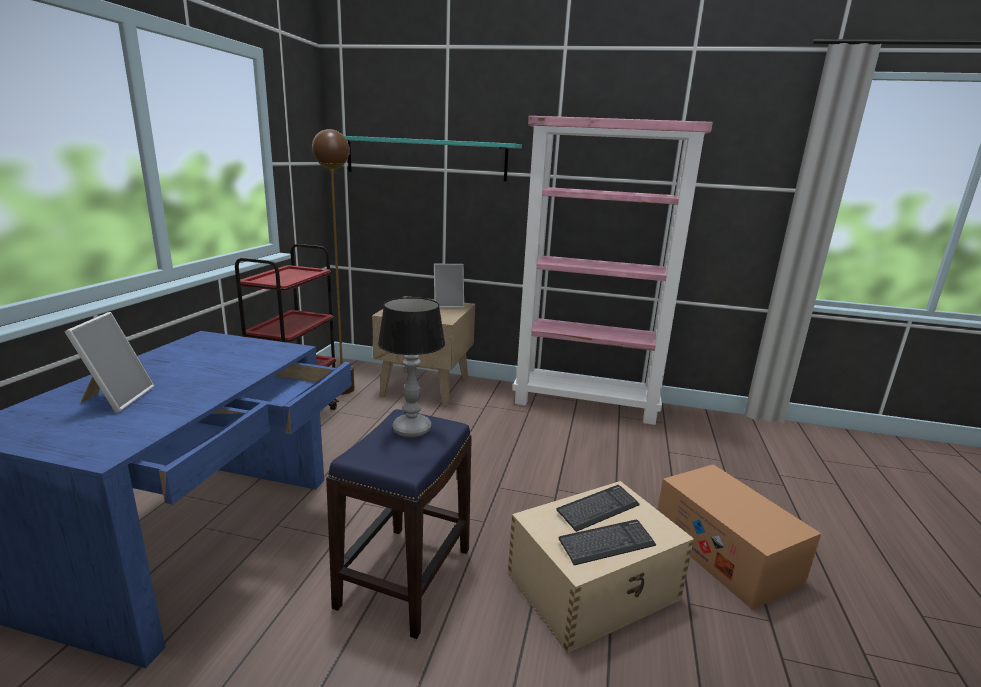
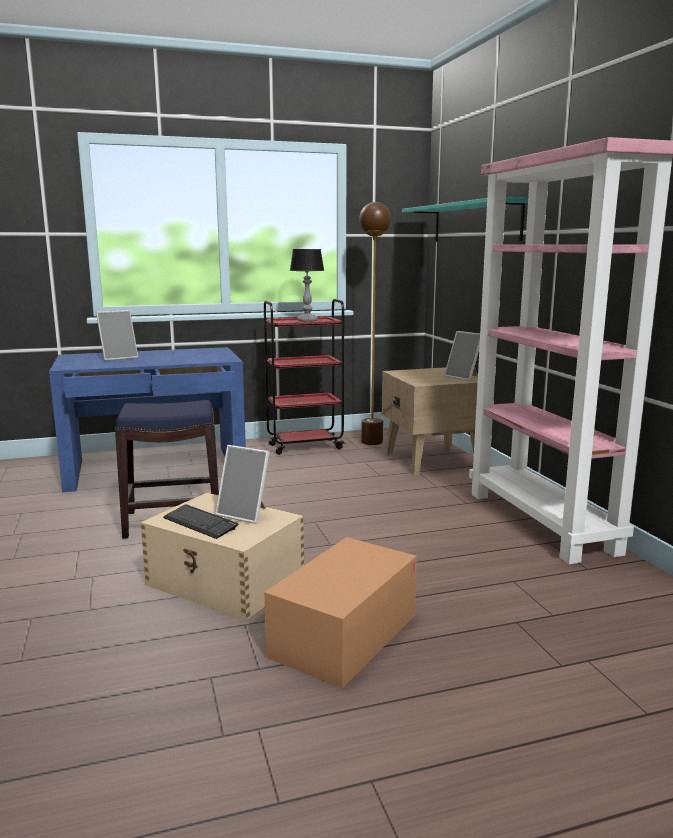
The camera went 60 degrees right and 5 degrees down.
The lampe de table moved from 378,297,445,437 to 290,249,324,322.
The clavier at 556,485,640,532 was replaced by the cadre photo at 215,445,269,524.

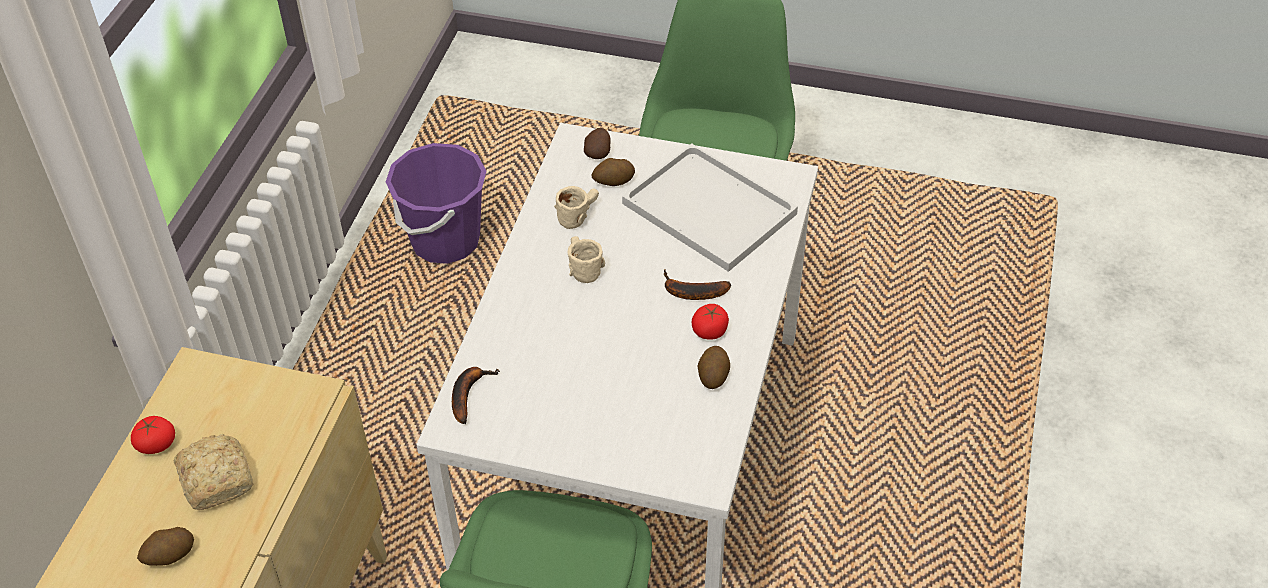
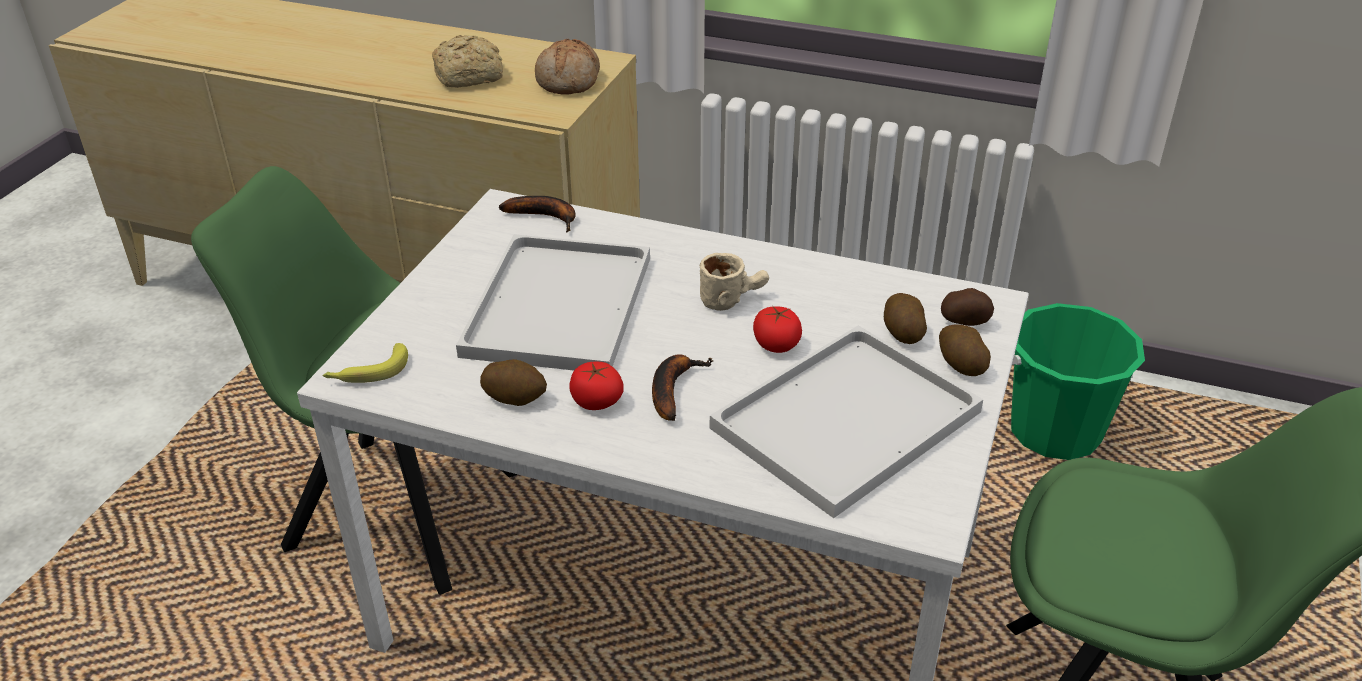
The camera went 95 degrees right and 10 degrees down.
The mug/beige at 554,186,599,229 disappeared.
The banane at 322,343,408,383 appeared.
The plateau/blanc at 456,234,650,370 appeared.
The pain at 535,39,600,95 appeared.
The tomate moved from 131,416,175,454 to 753,306,802,353.
The pomme de terre moved from 137,527,194,566 to 939,325,991,376.
The seau/violet at 386,143,486,264 became the seau/vert at 1011,303,1145,460.

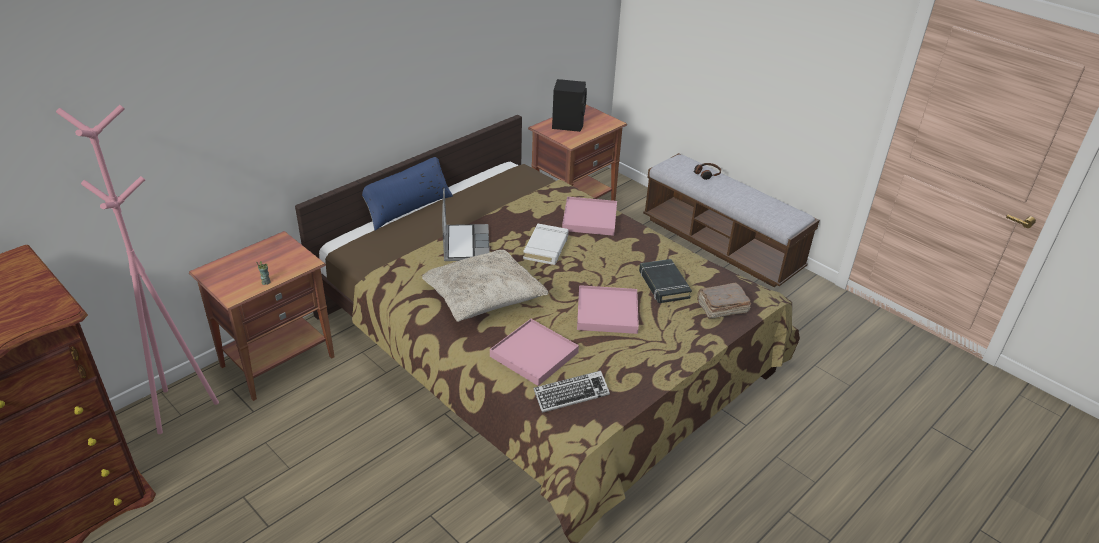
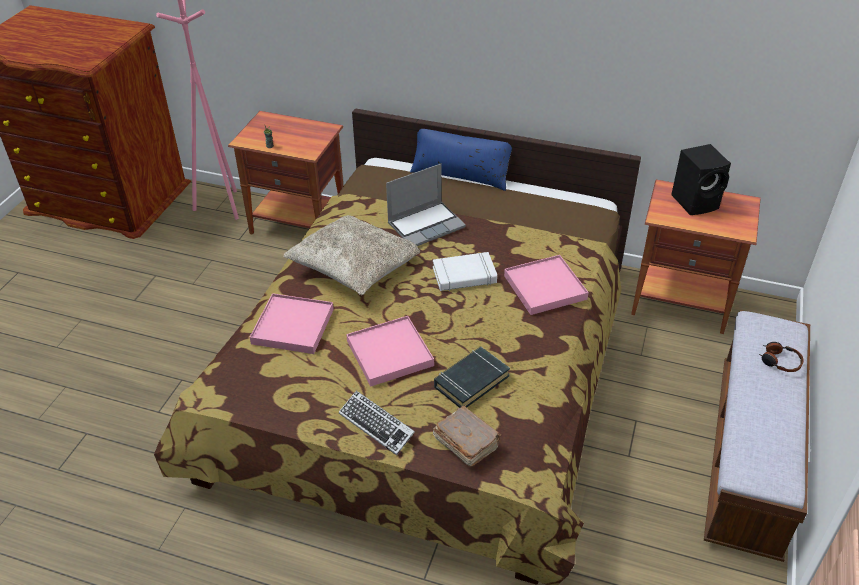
The camera went 65 degrees right and 5 degrees up.
The clavier moved from 533,371,610,413 to 339,391,415,455.

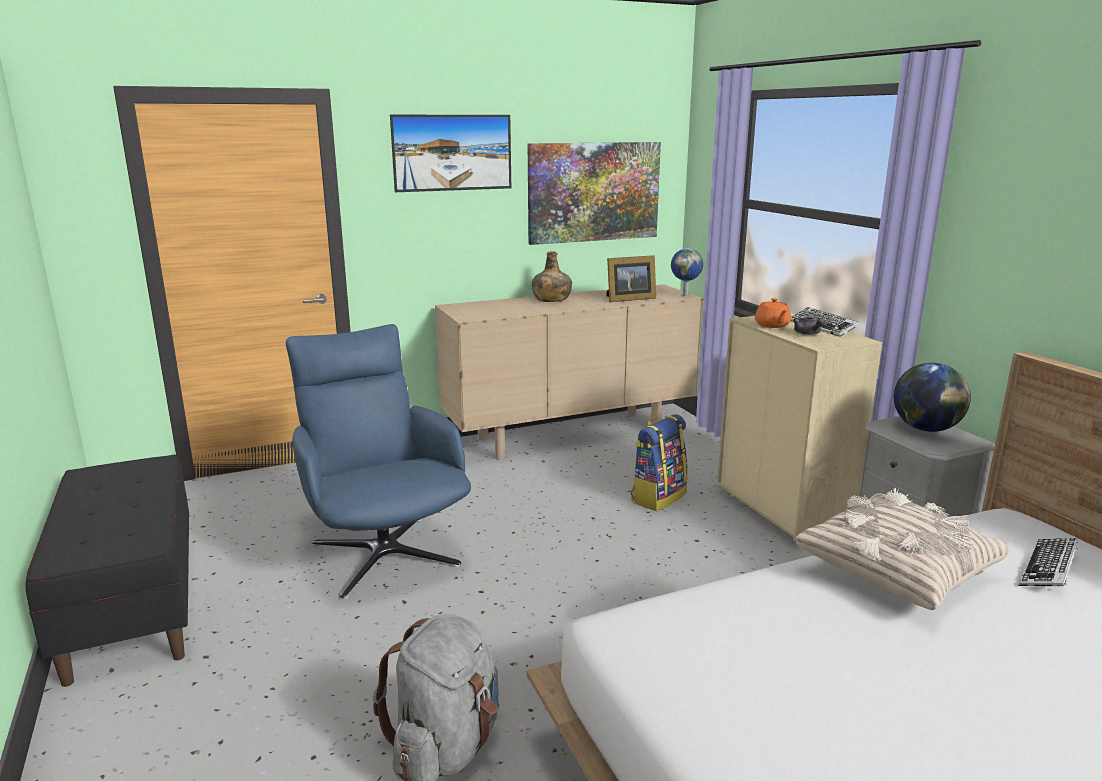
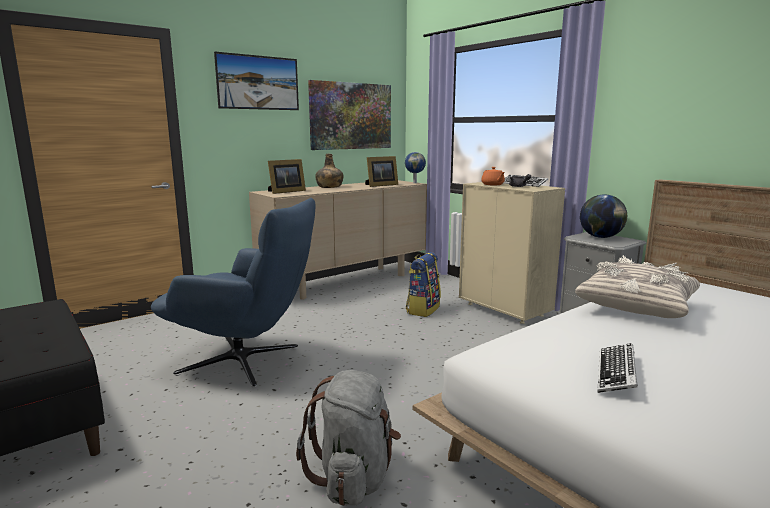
The camera went 15 degrees left and 5 degrees down.
The cadre photo at 268,159,306,194 appeared.
The clavier moved from 1018,538,1078,586 to 597,343,638,393.
The fauteuil/bleu at 286,324,471,599 turned 150 degrees clockwise.

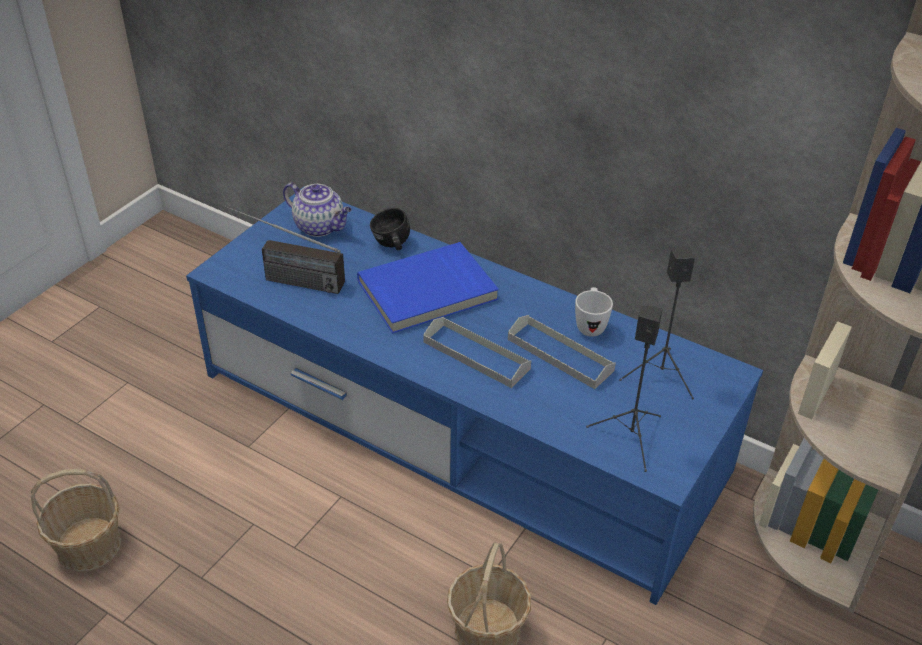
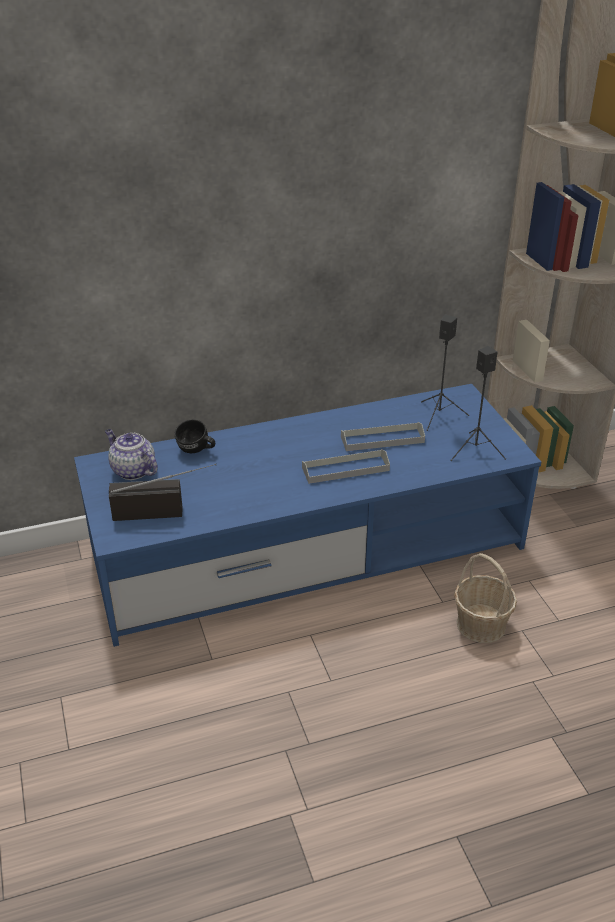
The camera went 50 degrees left and 5 degrees down.
The panier at 31,469,121,572 disappeared.
The livre/bleu at 357,242,499,333 disappeared.
The mug/blanc at 575,287,613,337 disappeared.
The radio at 225,206,345,294 turned 150 degrees counterclockwise.
The théière at 283,183,352,237 turned 120 degrees counterclockwise.

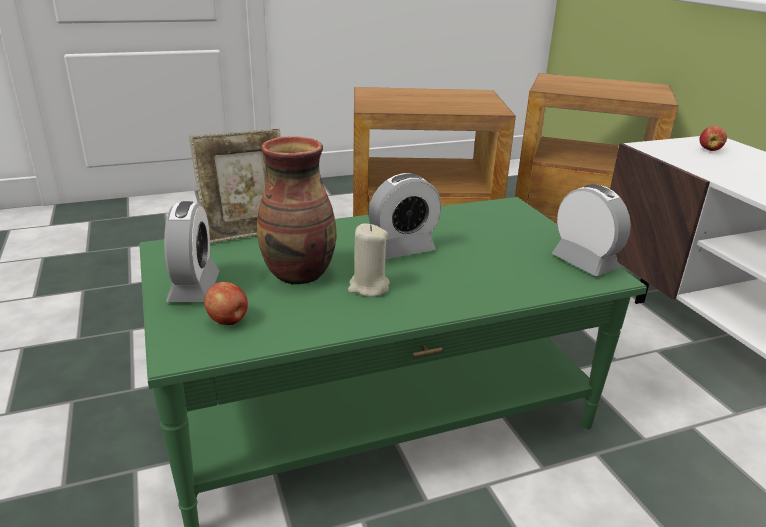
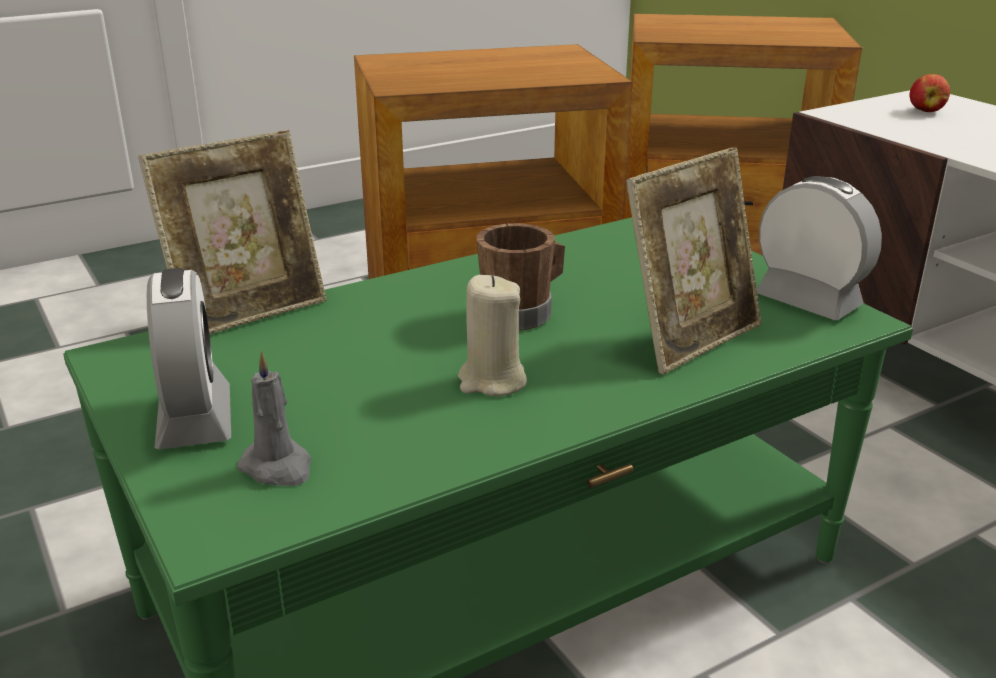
The camera went 10 degrees left and 0 degrees up.
The vase at 257,137,337,285 disappeared.
The cadre photo at 626,147,762,374 appeared.
The pomme at 204,282,248,325 was replaced by the bougie/gris at 237,350,311,486.
The réveil at 368,173,441,259 was replaced by the mug/marron at 477,223,565,330.

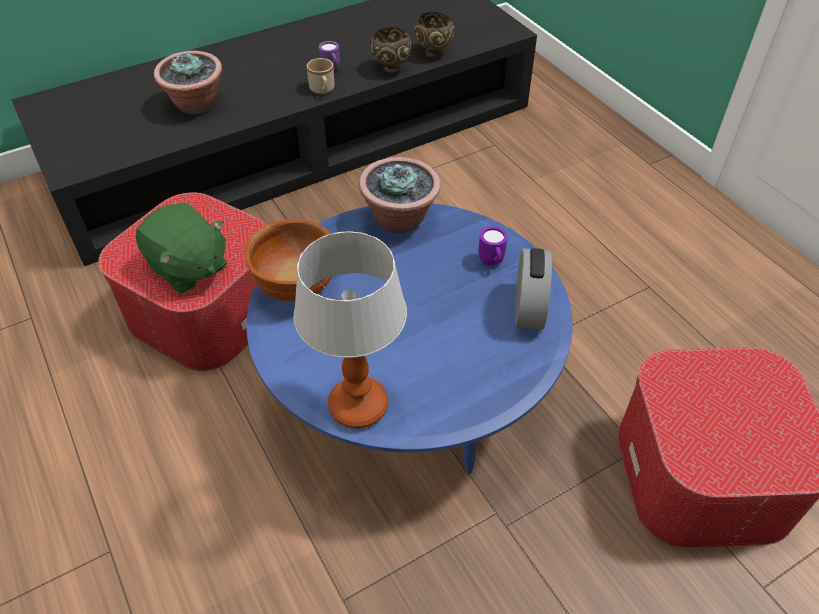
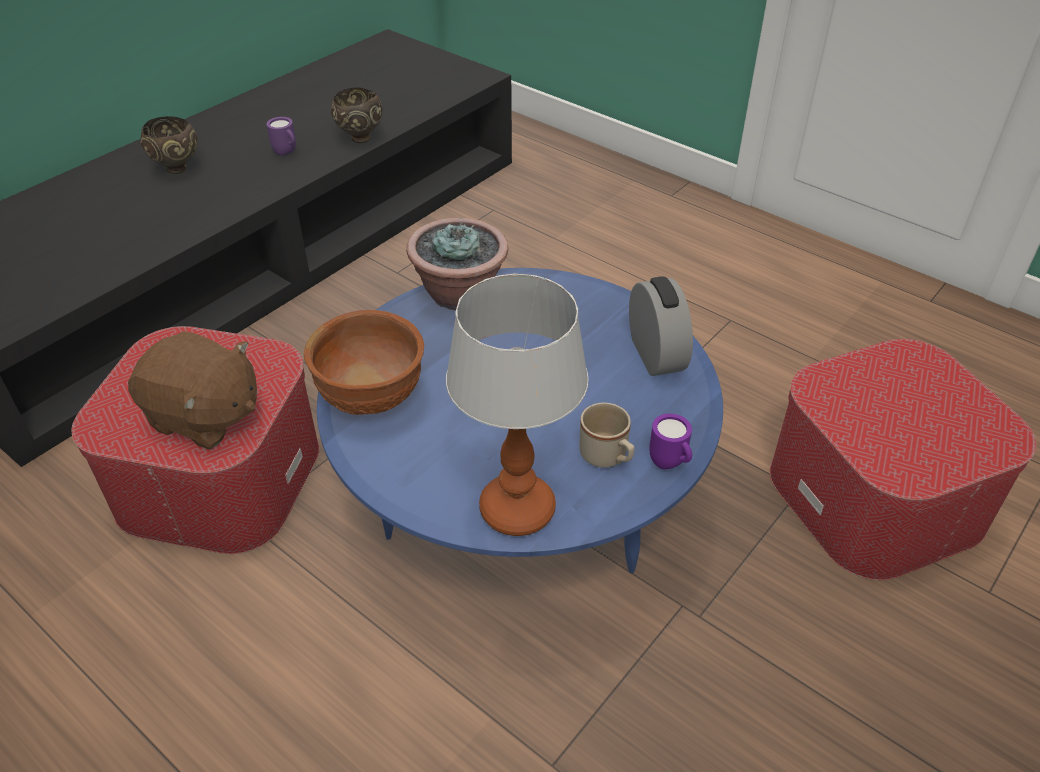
The camera went 20 degrees left and 5 degrees down.
The plante en pot at 154,51,222,114 disappeared.
The mug/beige moved from 307,58,334,94 to 579,403,635,468.
The bol/marron moved from 414,12,455,57 to 140,116,197,174.
The mug/violet moved from 479,226,508,265 to 649,414,692,469.
The peluche/vert at 136,202,227,294 became the peluche/marron at 128,331,257,450.

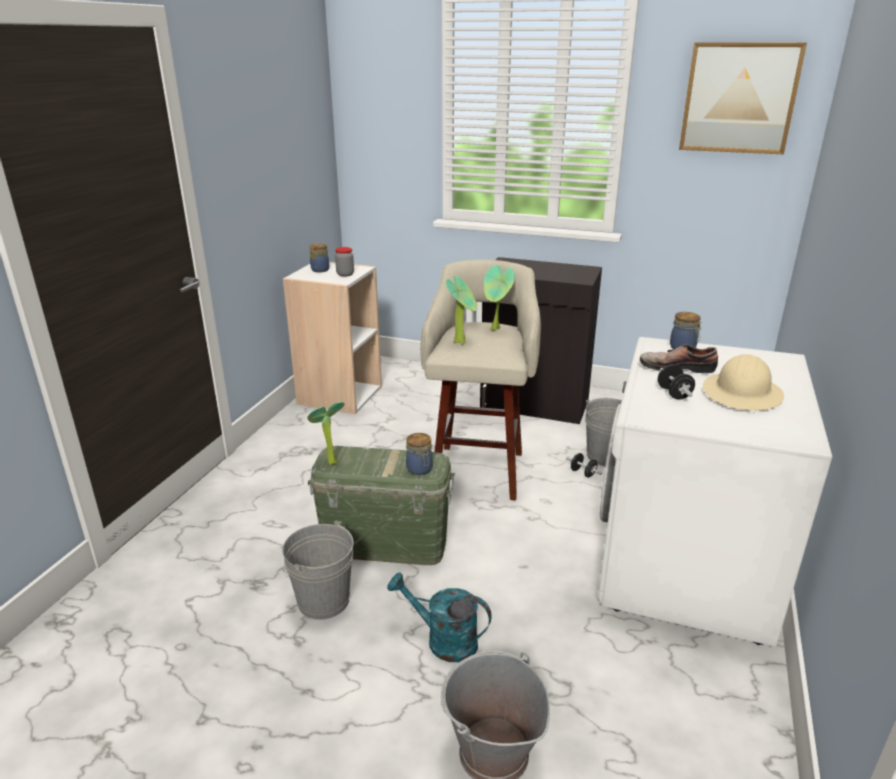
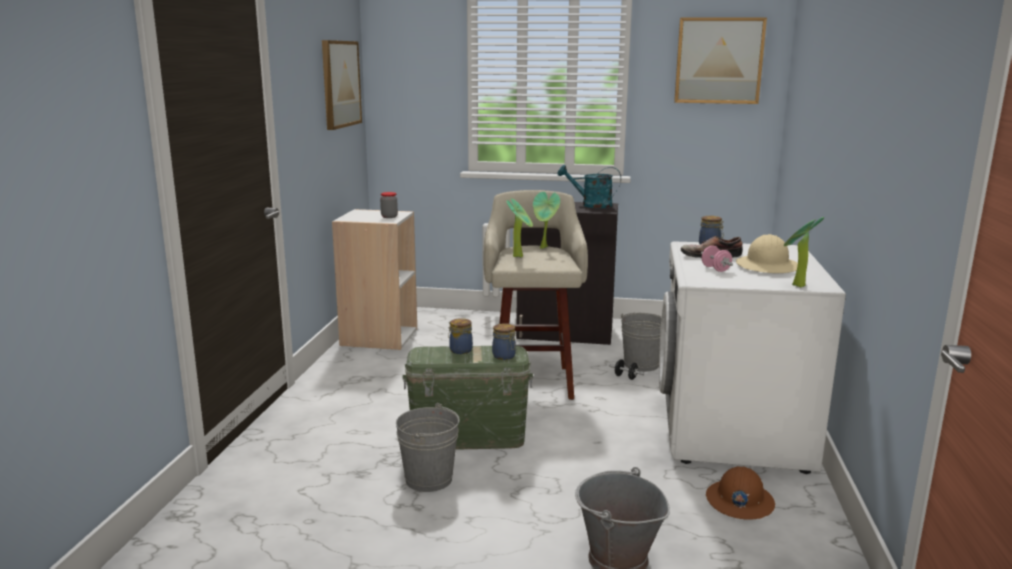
The camera went 10 degrees left and 10 degrees down.
The tableau at 322,40,362,130 appeared.
The casque de chantier/marron at 706,466,775,520 appeared.
The plante en pot moved from 307,402,344,465 to 784,217,824,287.
The bocal moved from 310,244,329,272 to 448,318,473,354.
The arrosoir/turquoise moved from 387,572,492,662 to 558,165,621,208.
The haltère/noir at 658,364,695,400 became the haltère/rose at 701,246,733,272.

